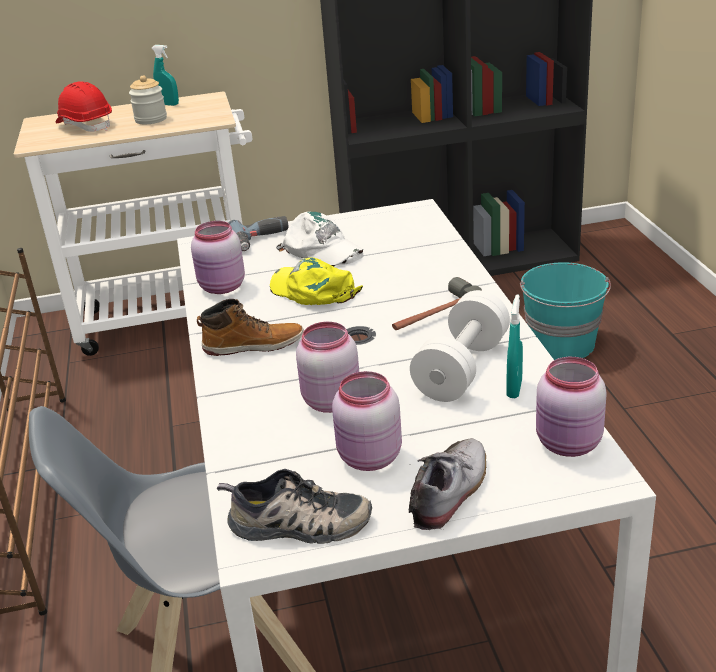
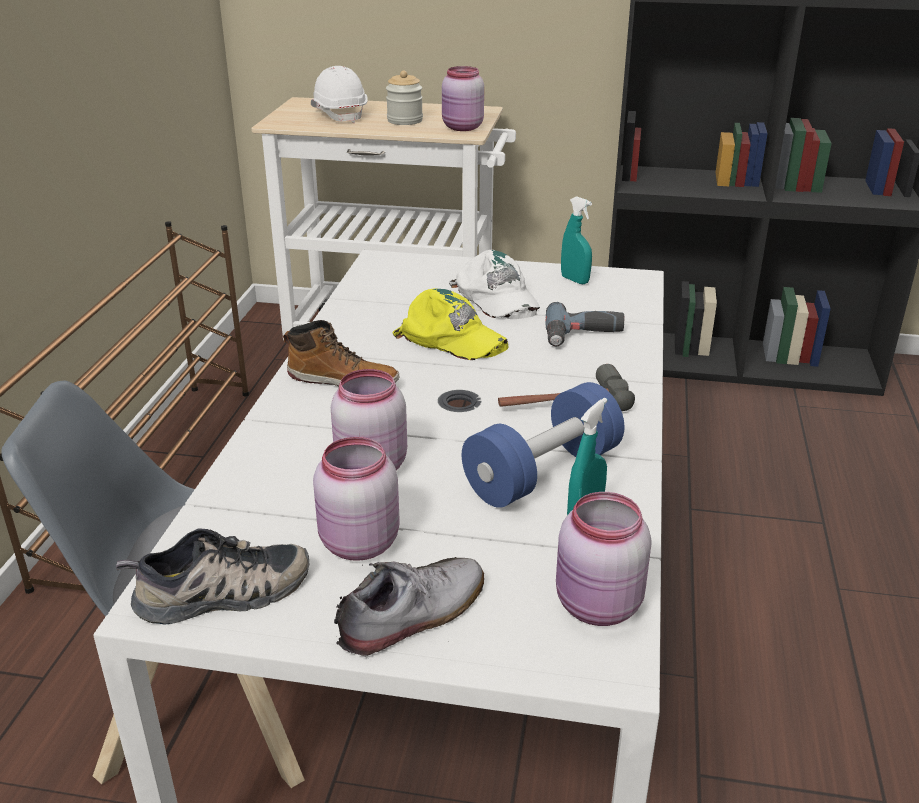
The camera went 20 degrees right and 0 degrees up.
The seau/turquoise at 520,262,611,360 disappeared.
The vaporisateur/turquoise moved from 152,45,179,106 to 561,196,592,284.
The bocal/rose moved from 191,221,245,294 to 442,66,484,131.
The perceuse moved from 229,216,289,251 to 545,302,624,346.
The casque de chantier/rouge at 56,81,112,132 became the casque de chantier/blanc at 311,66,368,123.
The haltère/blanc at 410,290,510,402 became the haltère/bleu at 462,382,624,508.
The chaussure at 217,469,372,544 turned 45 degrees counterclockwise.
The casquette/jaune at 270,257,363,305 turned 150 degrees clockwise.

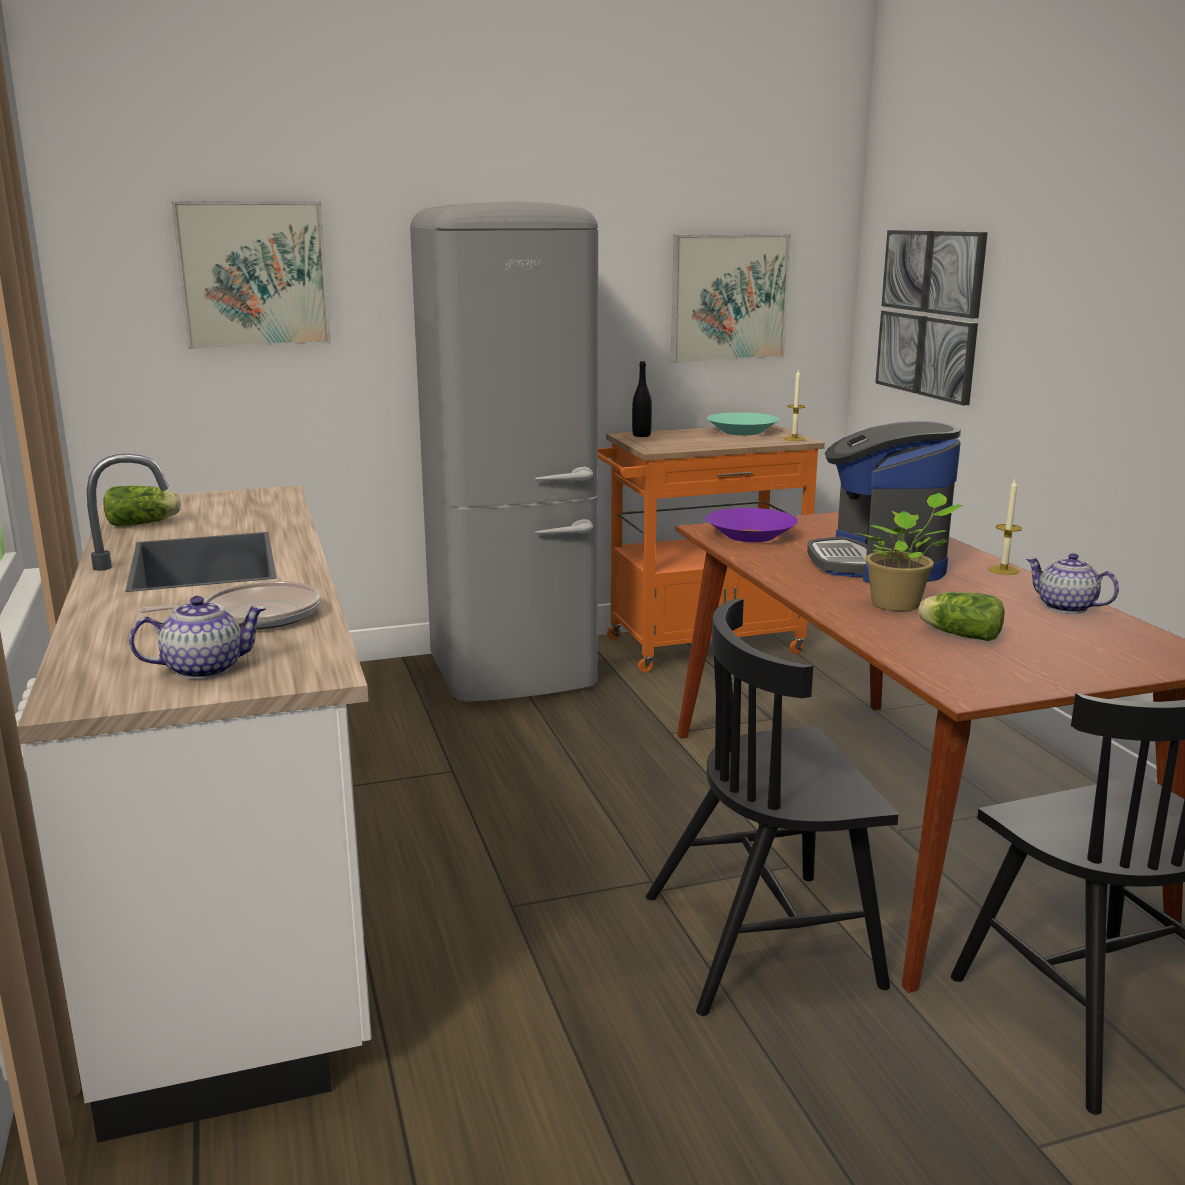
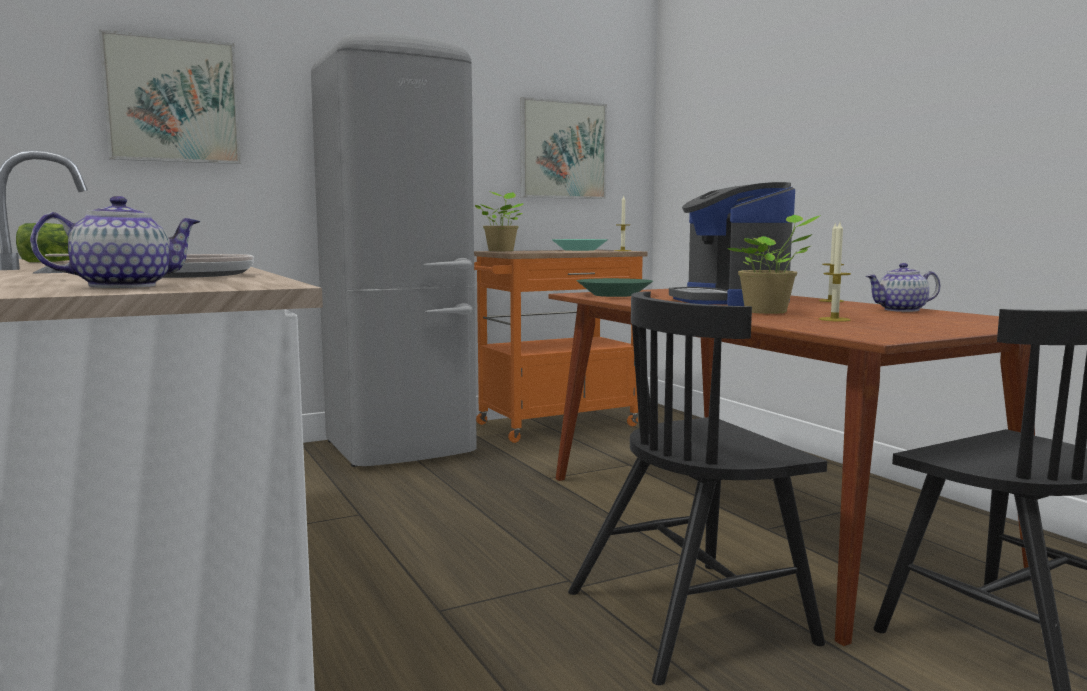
The camera went 10 degrees left and 10 degrees down.
The tableau at 875,230,988,405 disappeared.
The bouteille/noir at 632,361,652,437 was replaced by the plante en pot at 475,191,523,251.
The laitue at 918,592,1005,641 was replaced by the bougie at 819,222,851,322.
The bol/violet at 706,508,798,542 became the bol/vert at 576,278,653,297.
The théière at 1026,553,1119,614 turned 45 degrees counterclockwise.

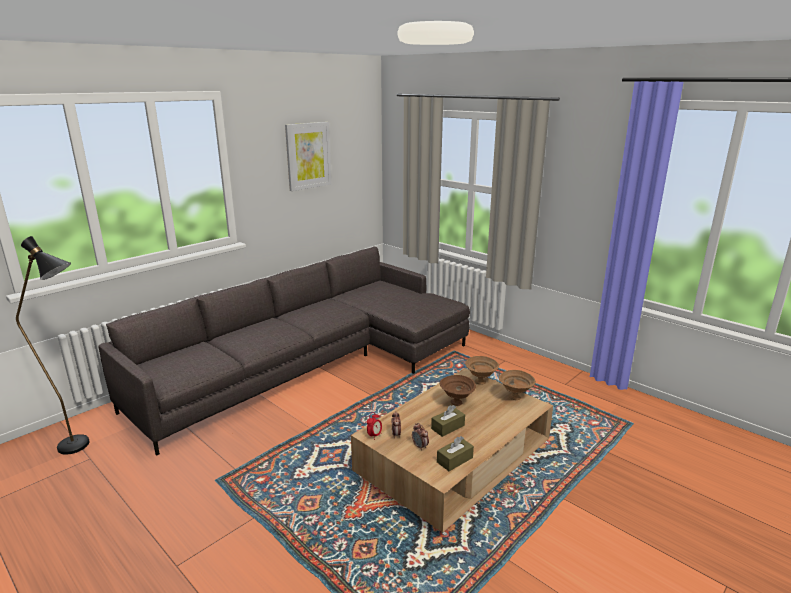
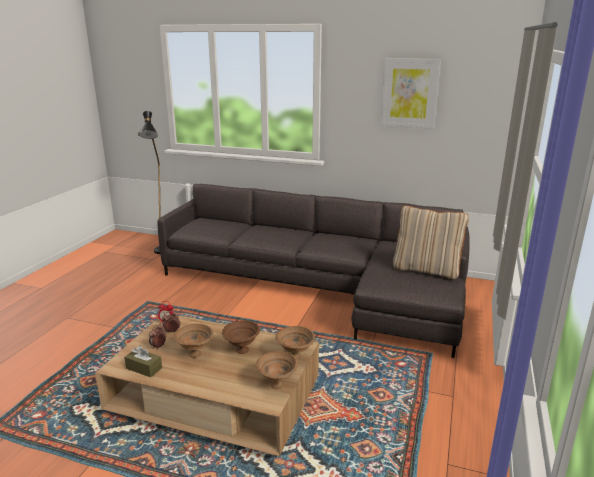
The camera went 65 degrees right and 0 degrees up.
The coussin/beige at 393,205,469,279 appeared.
The boîte à mouchoirs/marron at 431,405,465,437 was replaced by the bol/marron at 173,324,214,358.

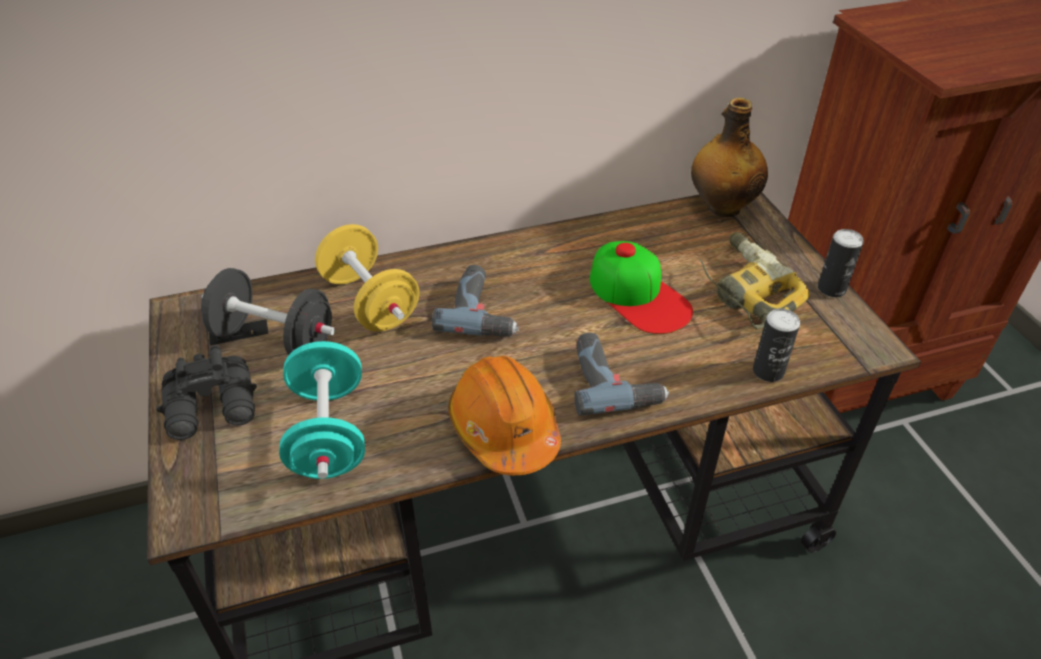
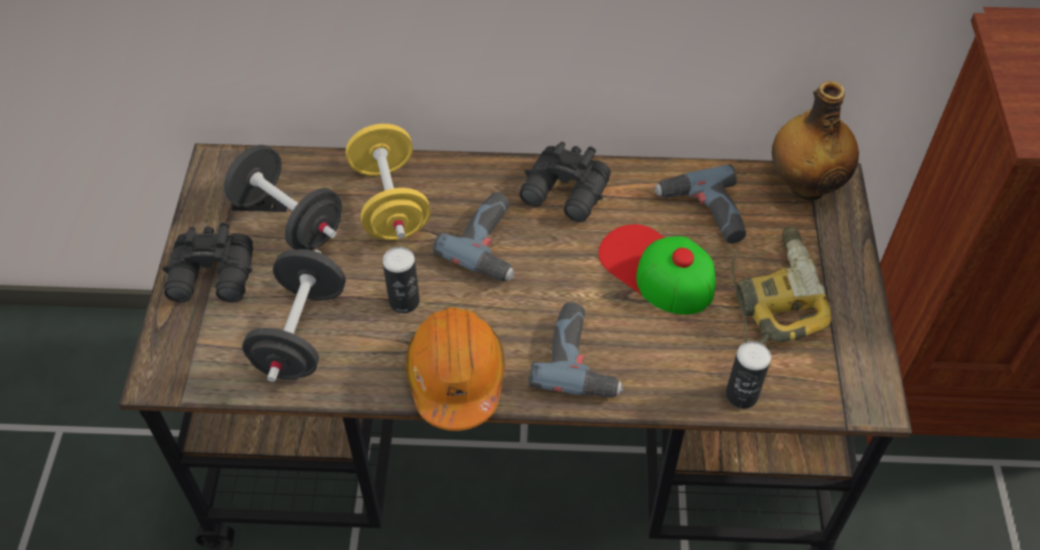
The camera went 20 degrees right and 10 degrees up.
The jumelles/noir at 519,142,611,222 appeared.
The perceuse at 654,164,746,244 appeared.
The boîte métallique moved from 818,229,864,297 to 382,247,420,313.
The haltère/turquoise at 279,341,365,479 became the haltère/noir at 242,249,346,382.
The casquette at 590,241,693,334 turned 150 degrees clockwise.

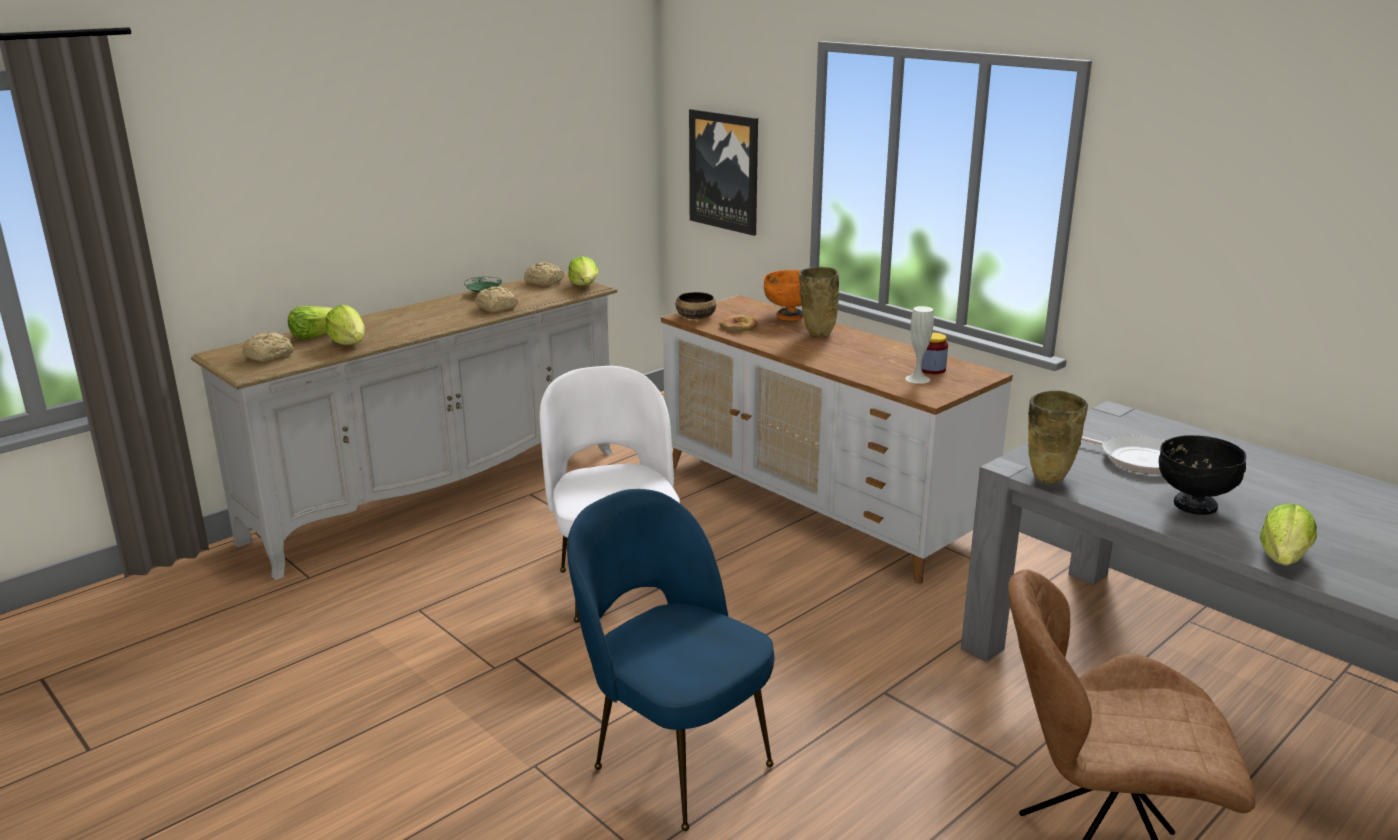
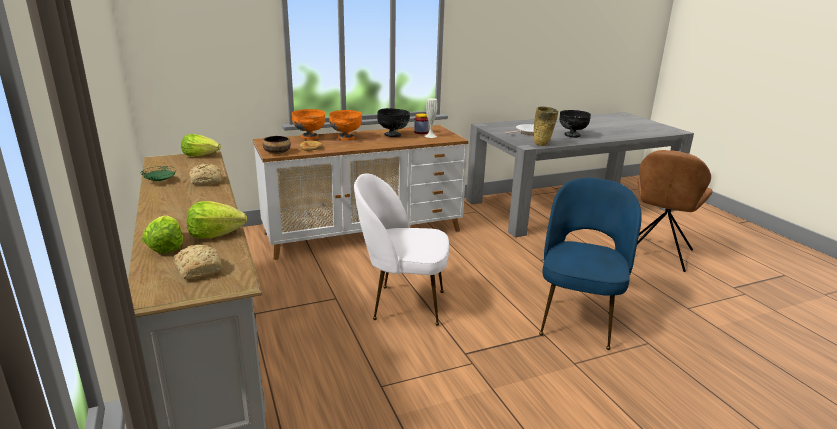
The camera went 70 degrees left and 0 degrees up.
The pain at 524,262,564,286 disappeared.
The tableau at 689,109,758,236 disappeared.
The laitue at 1260,503,1317,566 disappeared.
The bol/noir at 377,108,410,137 appeared.
The vase/beige at 799,267,839,336 was replaced by the bol/orange at 329,110,362,140.
The chaise/bleu at 567,489,774,831 turned 135 degrees clockwise.

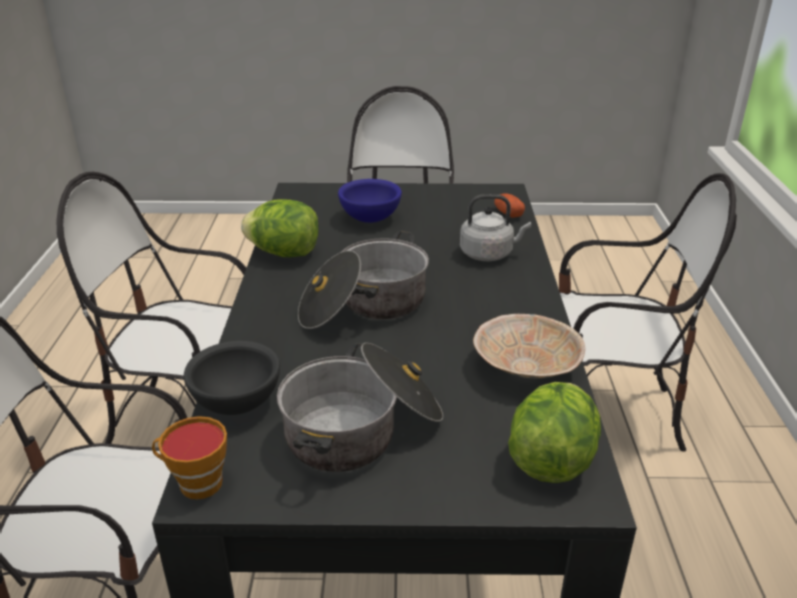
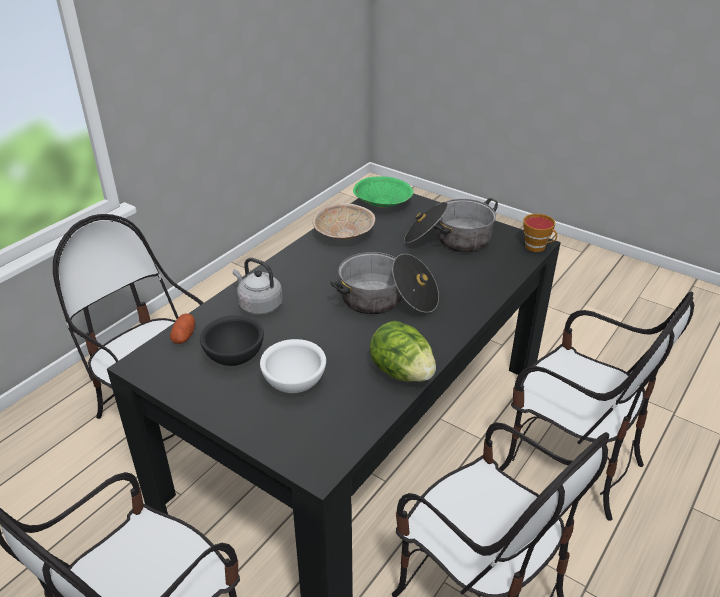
The camera went 145 degrees left and 5 degrees up.
The bol/noir moved from 184,341,280,415 to 200,315,264,366.
The laitue at 508,382,601,483 was replaced by the bol/vert at 353,176,413,208.
The bol/bleu at 338,179,402,223 became the bol/blanc at 260,339,326,393.

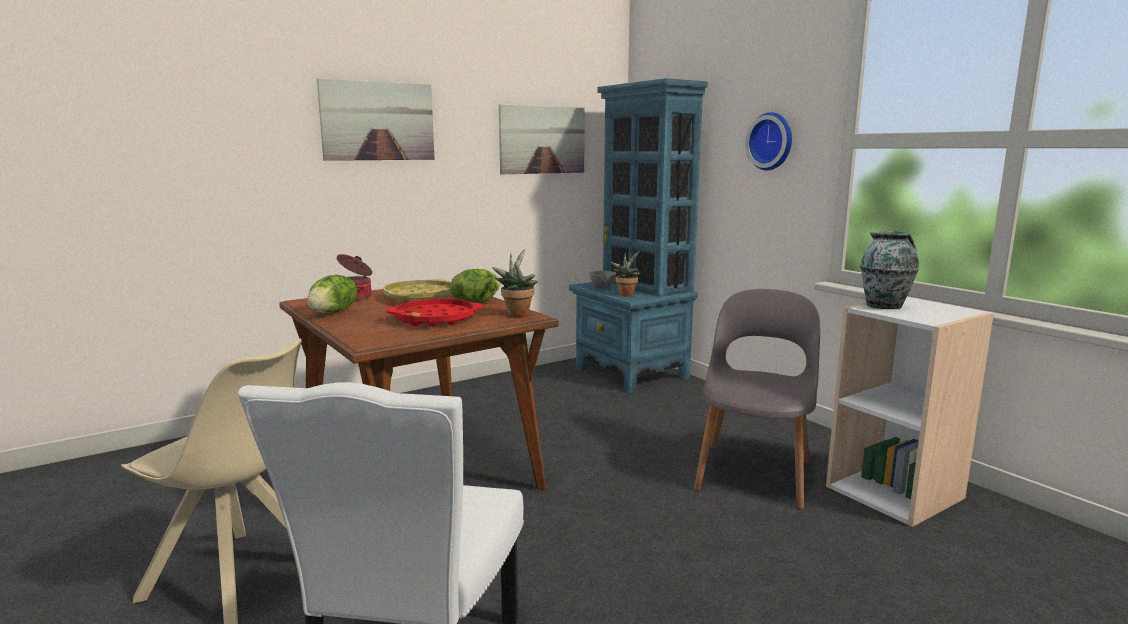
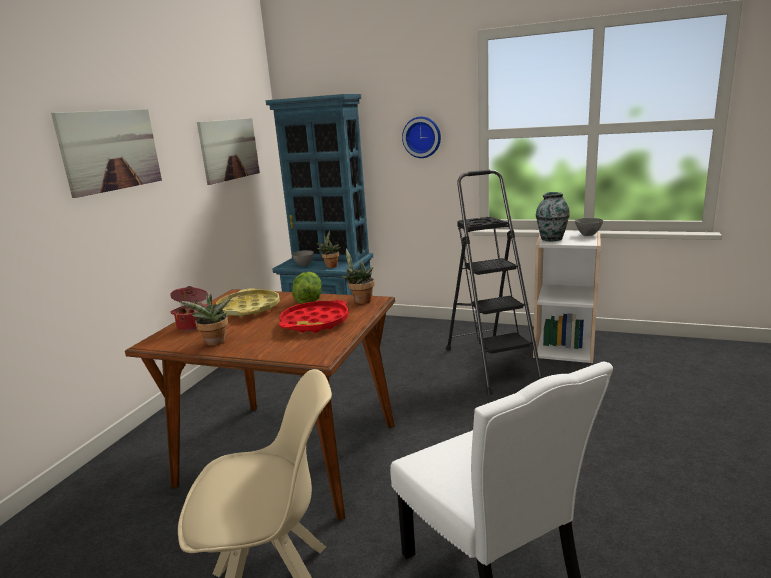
The camera went 35 degrees left and 5 degrees up.
The bol/gris at 575,218,603,236 appeared.
The laitue at 307,275,357,314 was replaced by the plante en pot at 178,292,232,346.
The chaise/gris at 694,289,820,509 was replaced by the escabeau at 445,170,543,395.

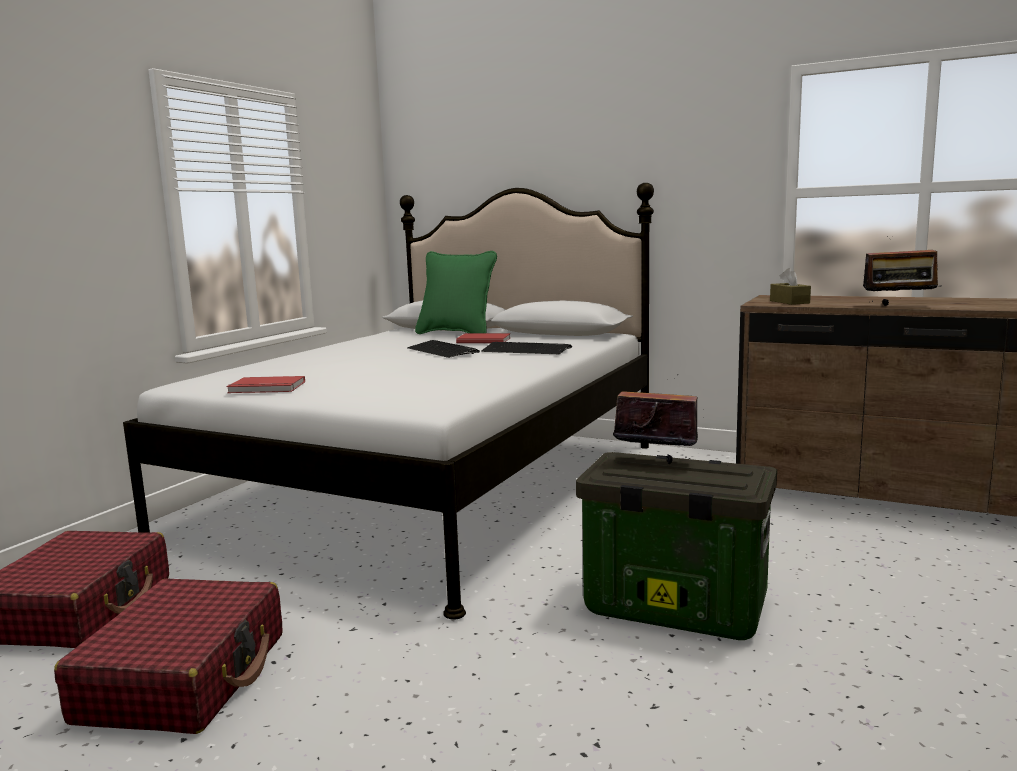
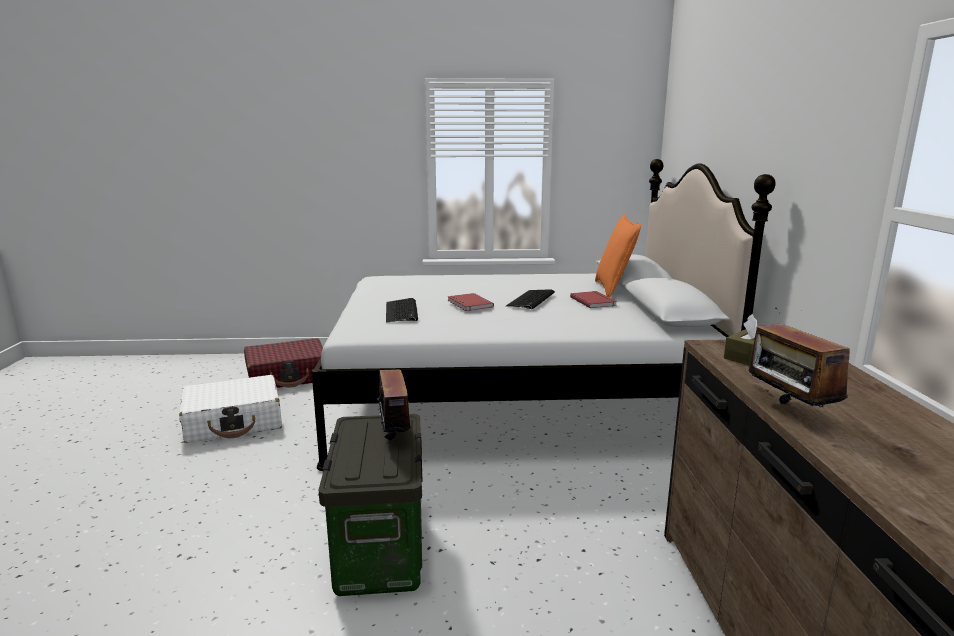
The camera went 60 degrees right and 5 degrees up.
The livre/rouge moved from 227,376,305,393 to 448,293,494,311.
The clavier moved from 481,342,572,354 to 386,298,418,323.
The valise/rouge at 54,578,283,734 became the valise/blanc at 179,375,282,443.
The coussin/vert at 415,251,497,334 became the coussin/orange at 595,214,641,297.

